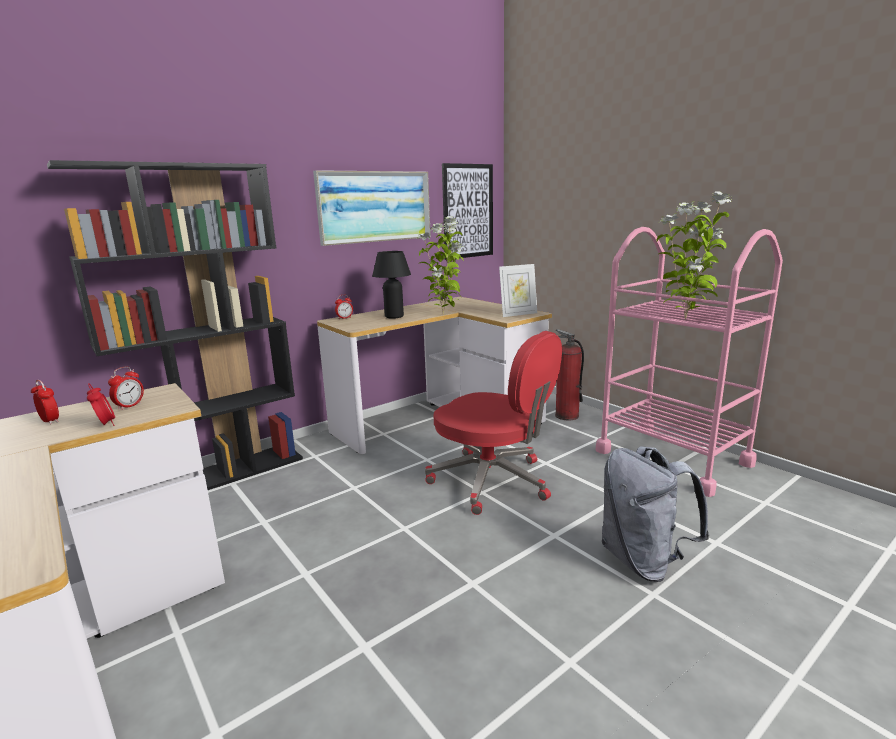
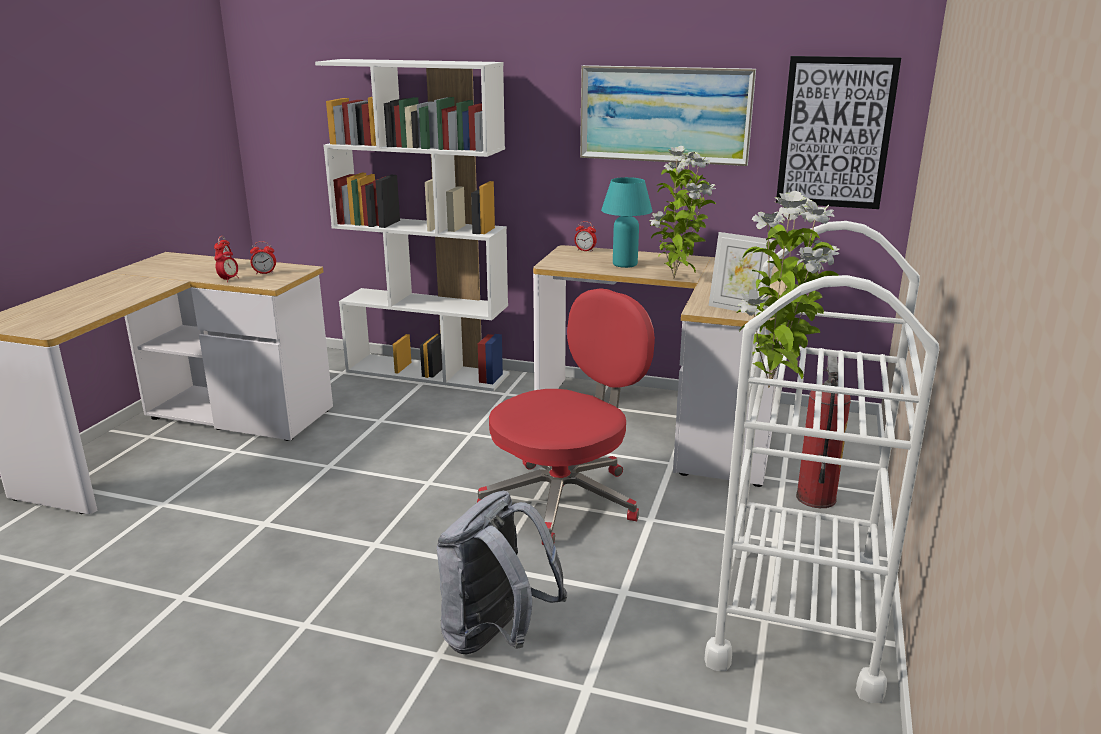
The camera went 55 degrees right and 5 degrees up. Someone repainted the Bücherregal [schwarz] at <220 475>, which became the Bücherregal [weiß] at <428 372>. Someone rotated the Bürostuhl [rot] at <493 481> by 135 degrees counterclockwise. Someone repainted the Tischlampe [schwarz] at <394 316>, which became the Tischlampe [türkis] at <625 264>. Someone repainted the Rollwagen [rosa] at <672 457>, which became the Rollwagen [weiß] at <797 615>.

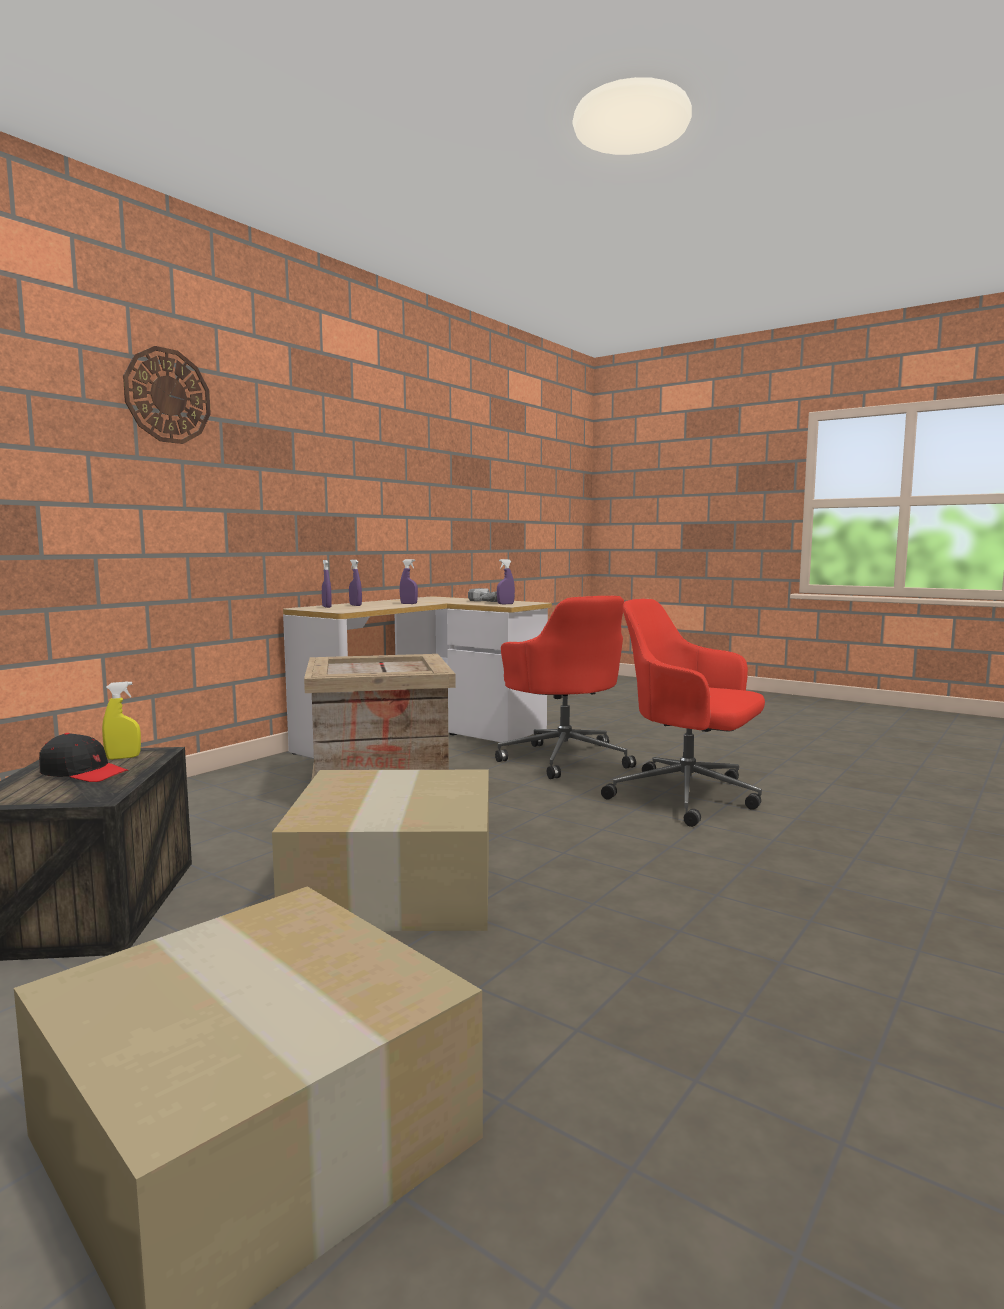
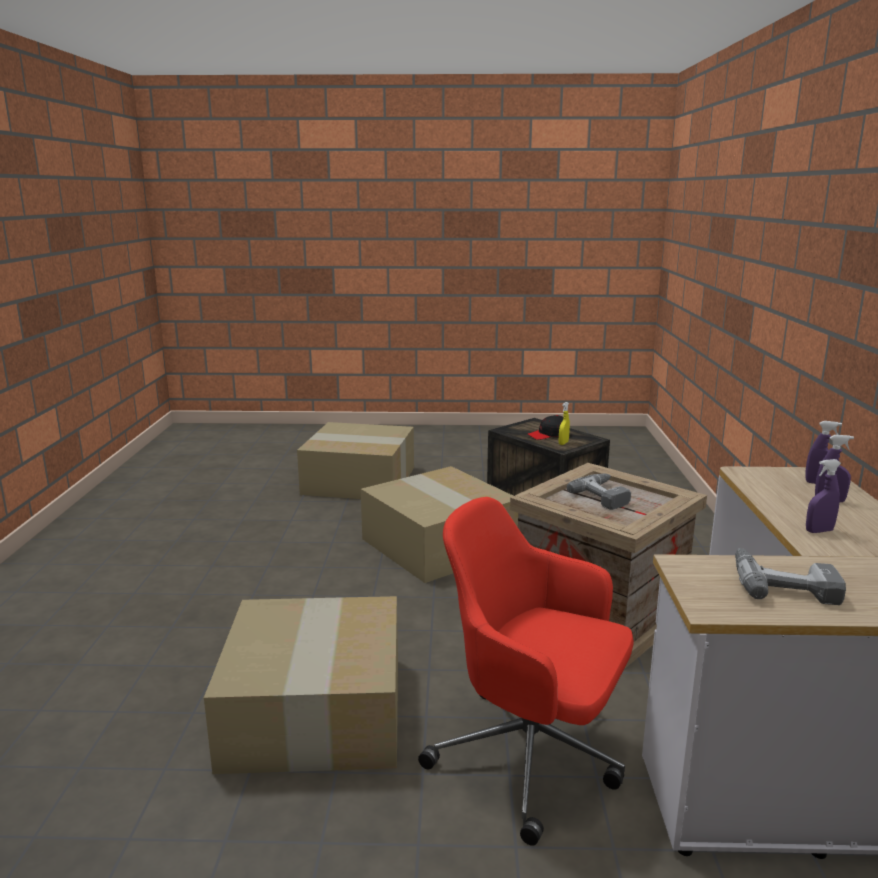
The camera went 145 degrees right and 10 degrees up. Someone swapped the Bürostuhl [rot] at <688 797> for the Karton at <317 713>. Someone put down the Bohrmaschine at <605 496>. Someone took away the Wanduhr at <167 396>. Someone took away the Sprühflasche [lila] at <505 604>.

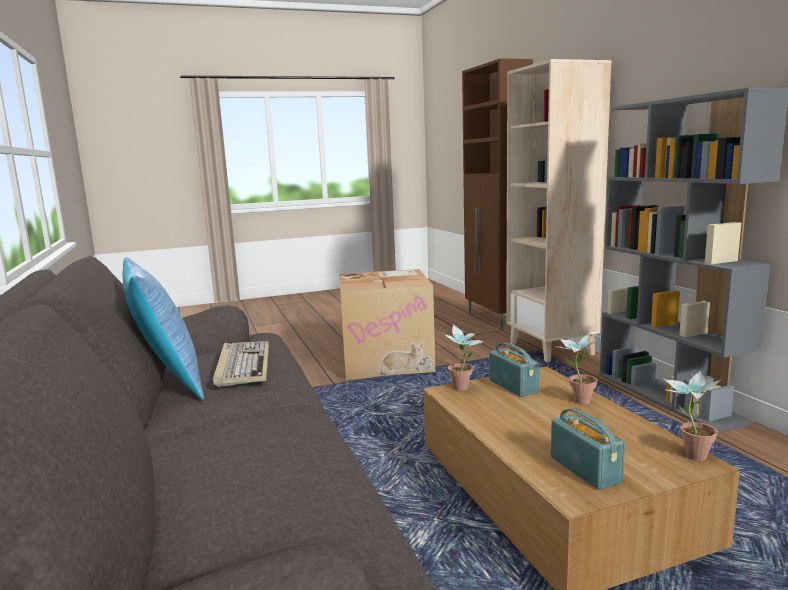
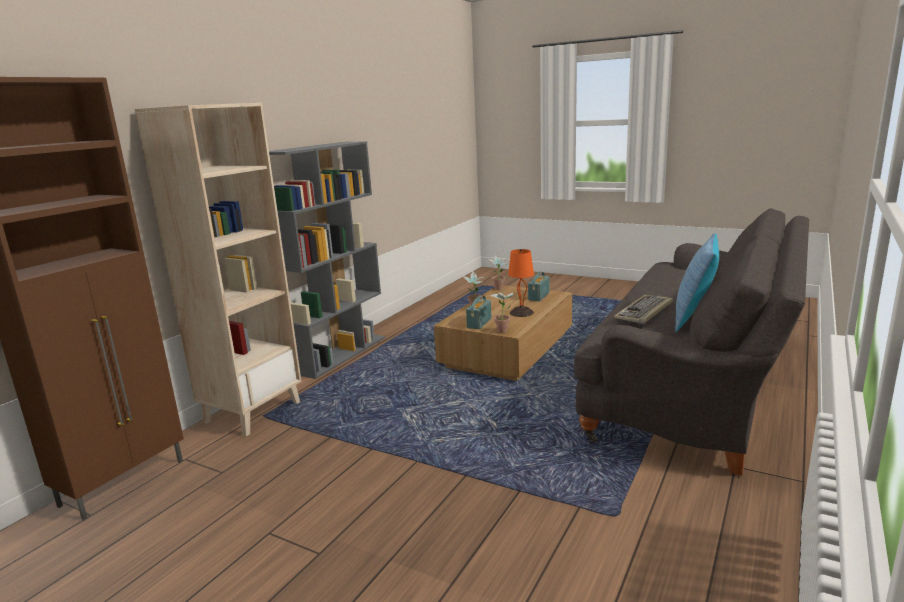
The camera went 130 degrees left and 5 degrees up. Someone put down the Tischlampe [orange] at <521 313>. Someone took away the Karton at <388 360>.

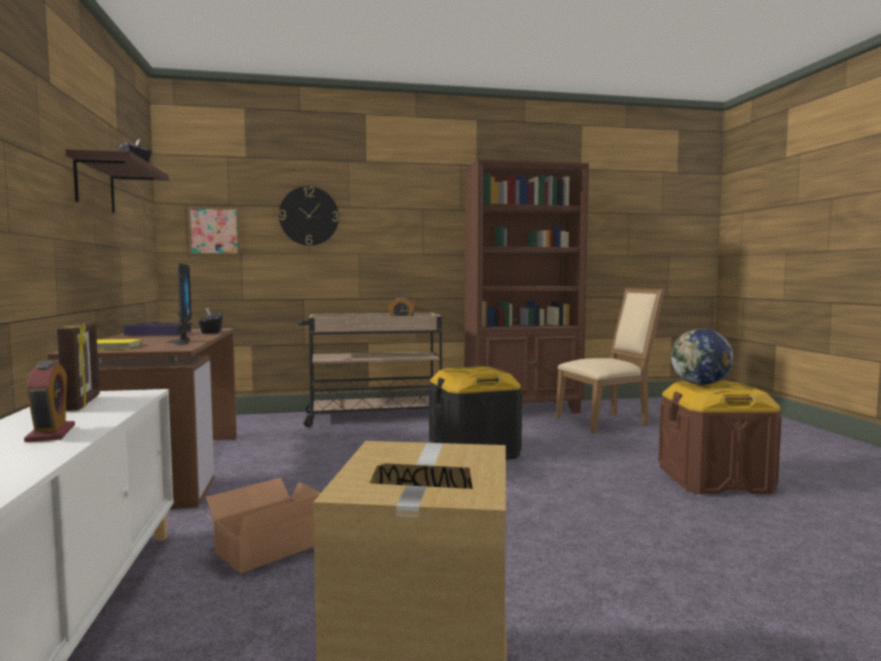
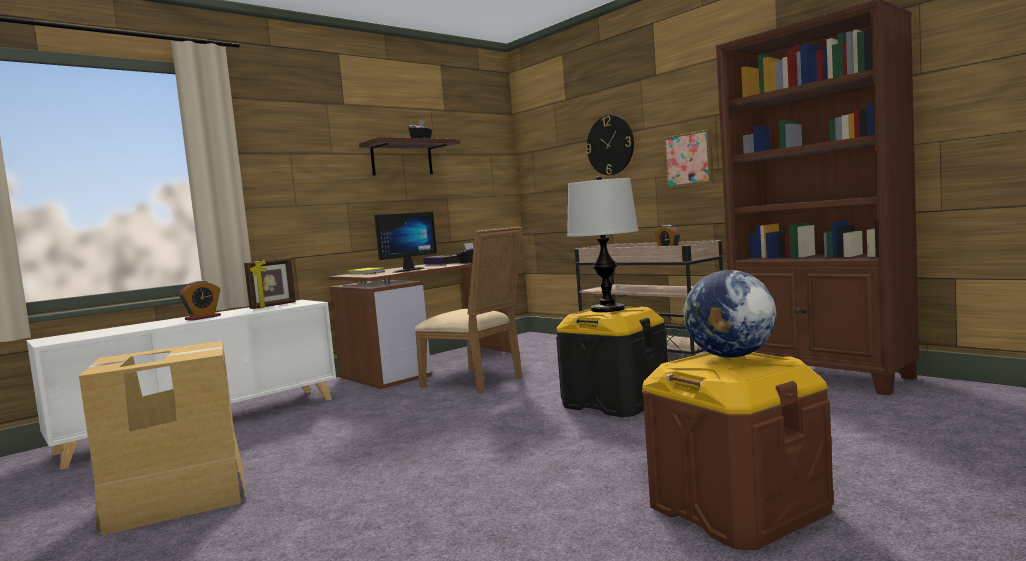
The camera went 60 degrees right and 0 degrees up. Someone carried the Stuhl [beige] from <607 422> to <477 382>. Someone put down the Tischlampe at <607 309>. Someone carried the Bild from <214 231> to <690 159>. Someone took away the Karton at <263 548>.

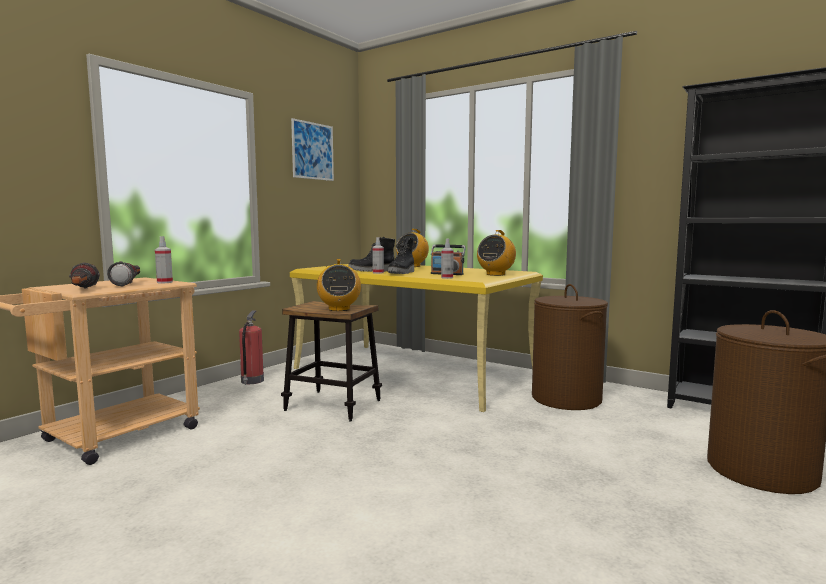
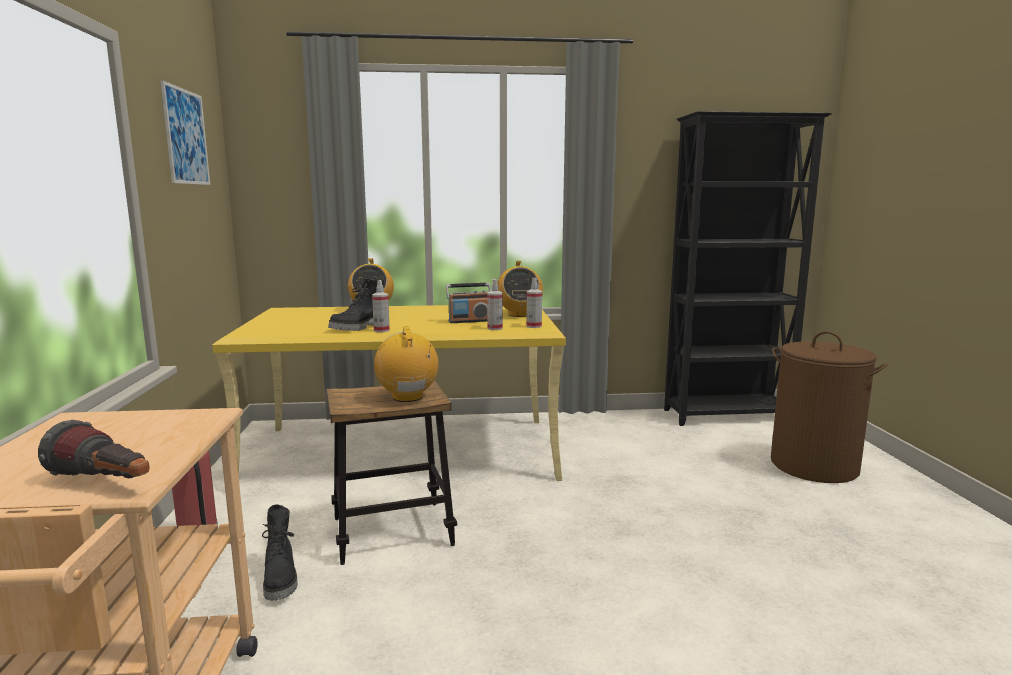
The camera went 40 degrees left and 5 degrees up. Someone carried the Stiefel [schwarz] from <402 273> to <281 579>. Someone rotated the Radio at <339 309> by 150 degrees counterclockwise. Someone carried the Sprühflasche from <164 282> to <534 326>. Someone took away the Taschenlampe at <129 284>. Someone took away the Wäschekorb [braun] at <566 398>.

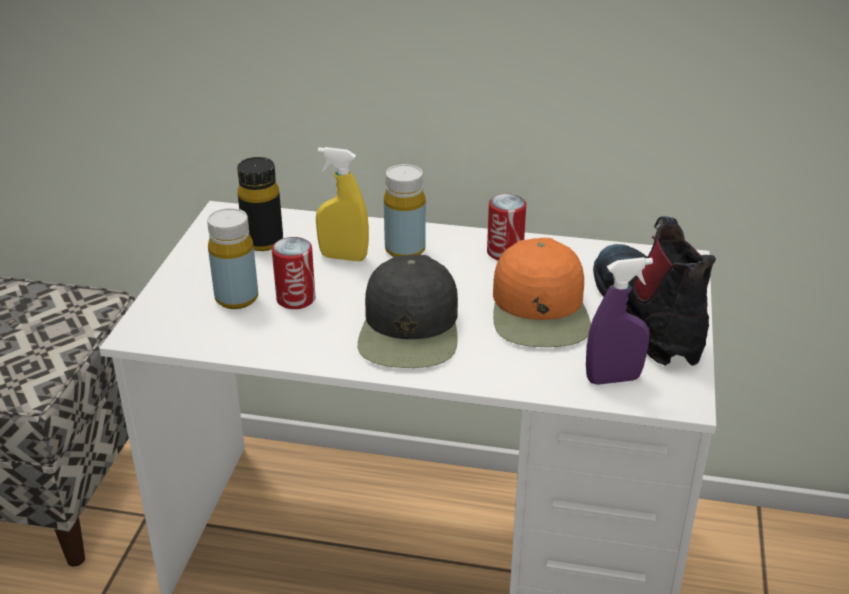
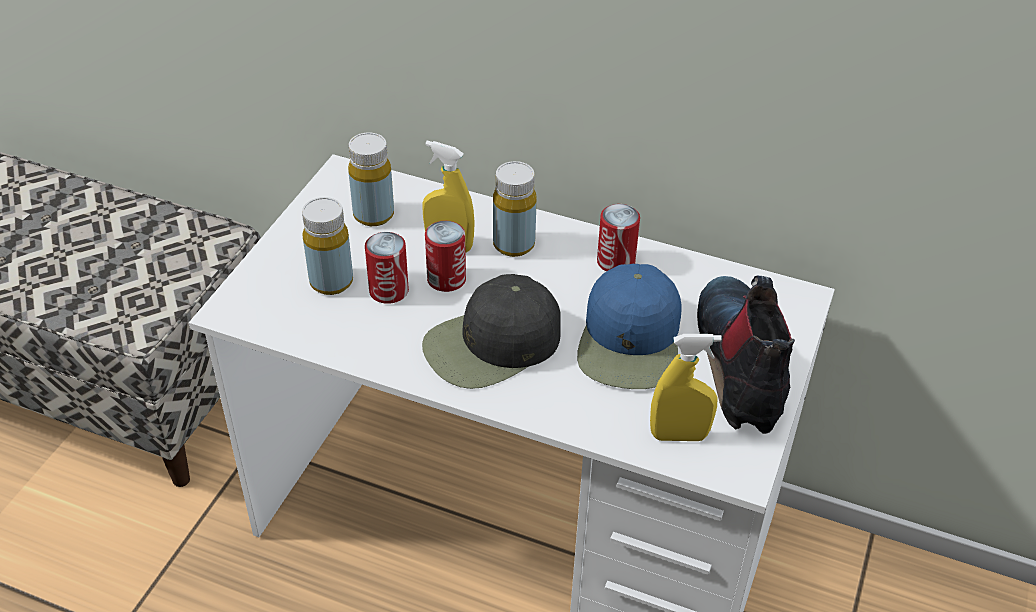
The camera went 10 degrees right and 10 degrees up. Someone repainted the Flasche [schwarz] at <263 242>, which became the Flasche [gelb] at <373 215>. Someone rotated the Kappe [schwarz] at <410 329> by 45 degrees clockwise. Someone put down the Dose at <446 279>. Someone repainted the Kappe [orange] at <540 310>, which became the Kappe [blau] at <630 341>. Someone repainted the Sprühflasche [lila] at <613 379>, which became the Sprühflasche [gelb] at <679 435>.

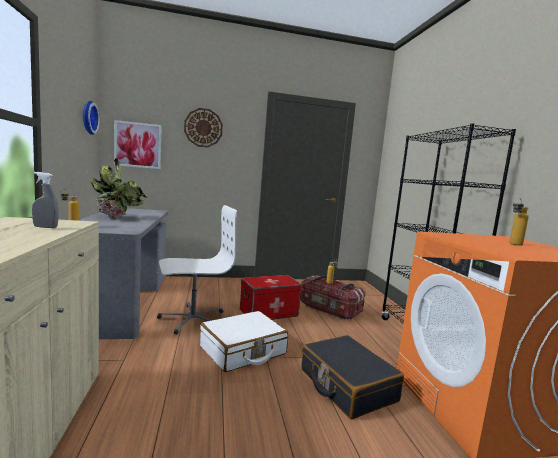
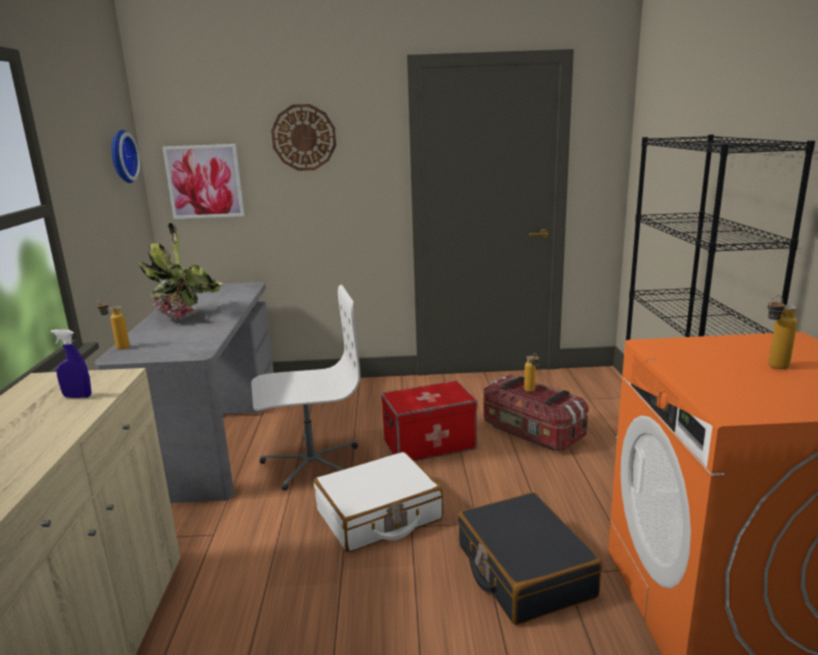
The camera went 10 degrees right and 10 degrees up. Someone repainted the Sprühflasche [grau] at <45 227>, which became the Sprühflasche [blau] at <77 396>.

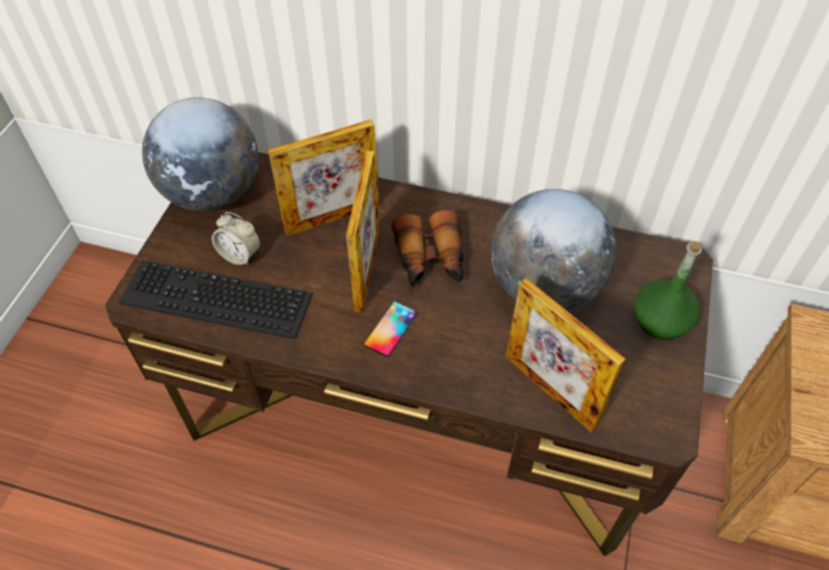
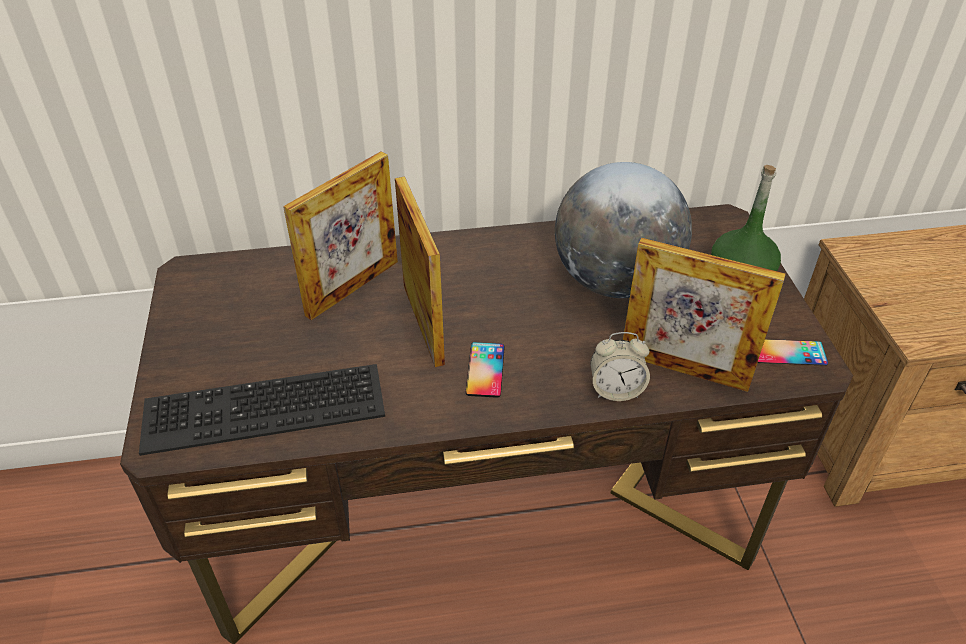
The camera went 25 degrees left and 10 degrees down. Someone carried the Wecker from <240 255> to <616 390>. Someone put down the Handy at <788 352>. Someone took away the Globus at <213 193>. Someone took away the Fernglas at <430 260>.

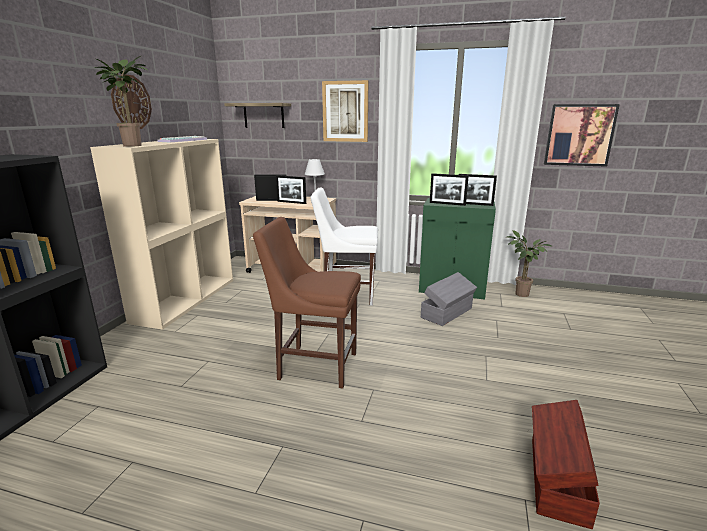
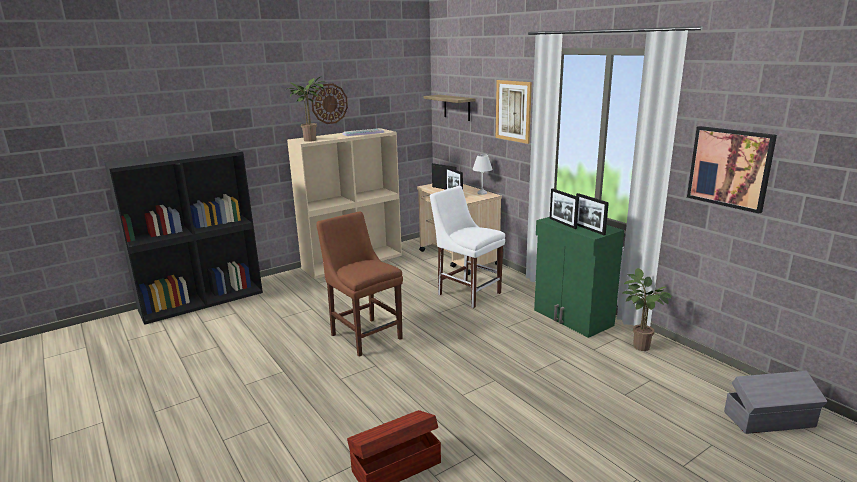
The camera went 40 degrees right and 0 degrees up. Someone carried the Aufbewahrungsbox [grau] from <447 313> to <770 420>.

